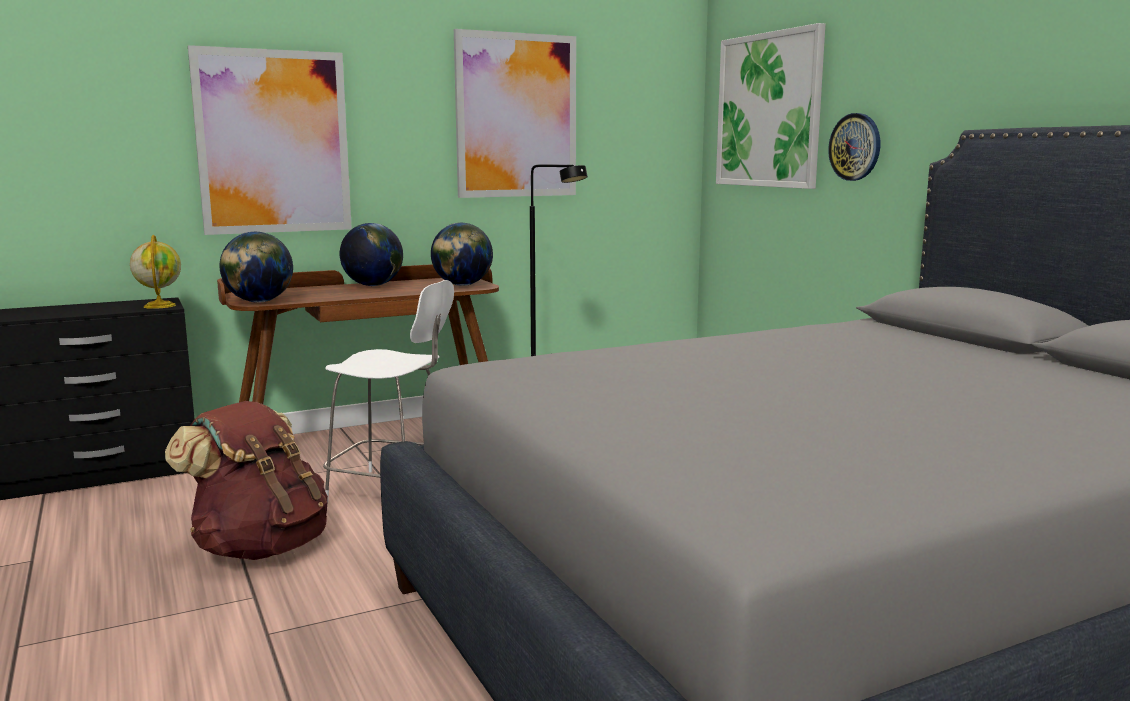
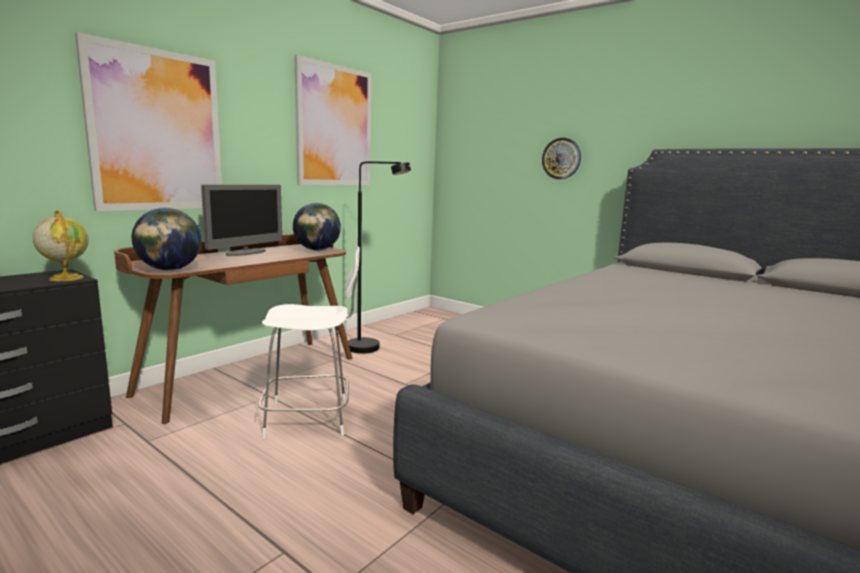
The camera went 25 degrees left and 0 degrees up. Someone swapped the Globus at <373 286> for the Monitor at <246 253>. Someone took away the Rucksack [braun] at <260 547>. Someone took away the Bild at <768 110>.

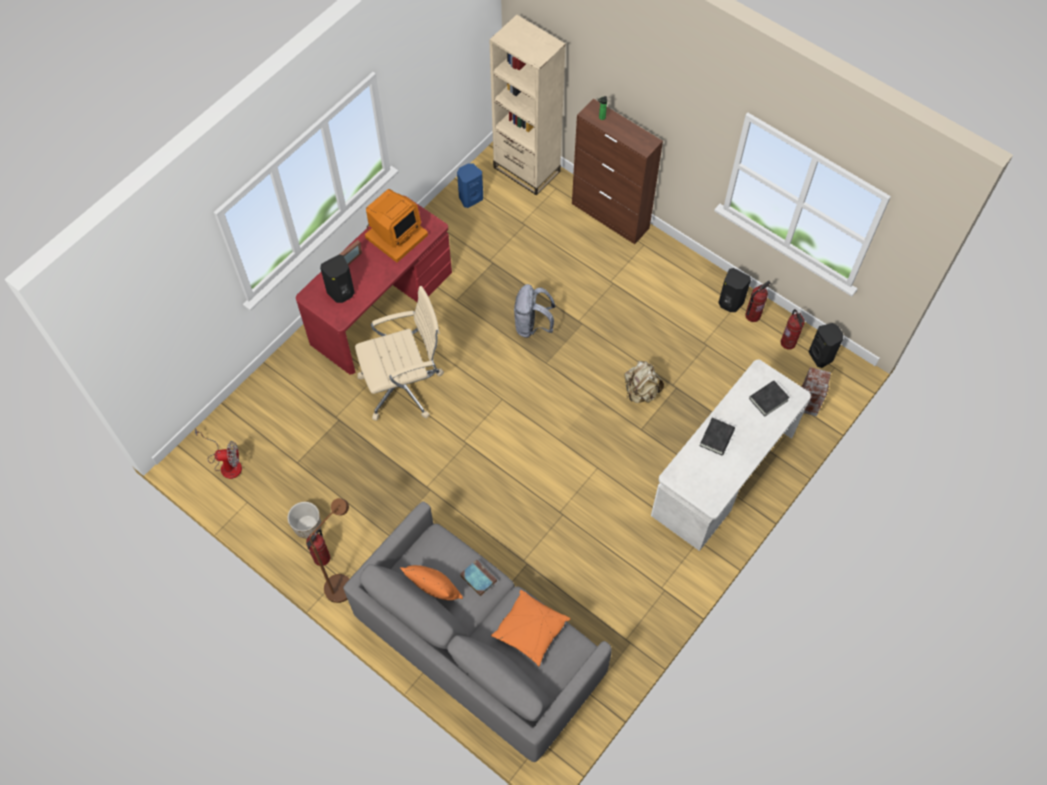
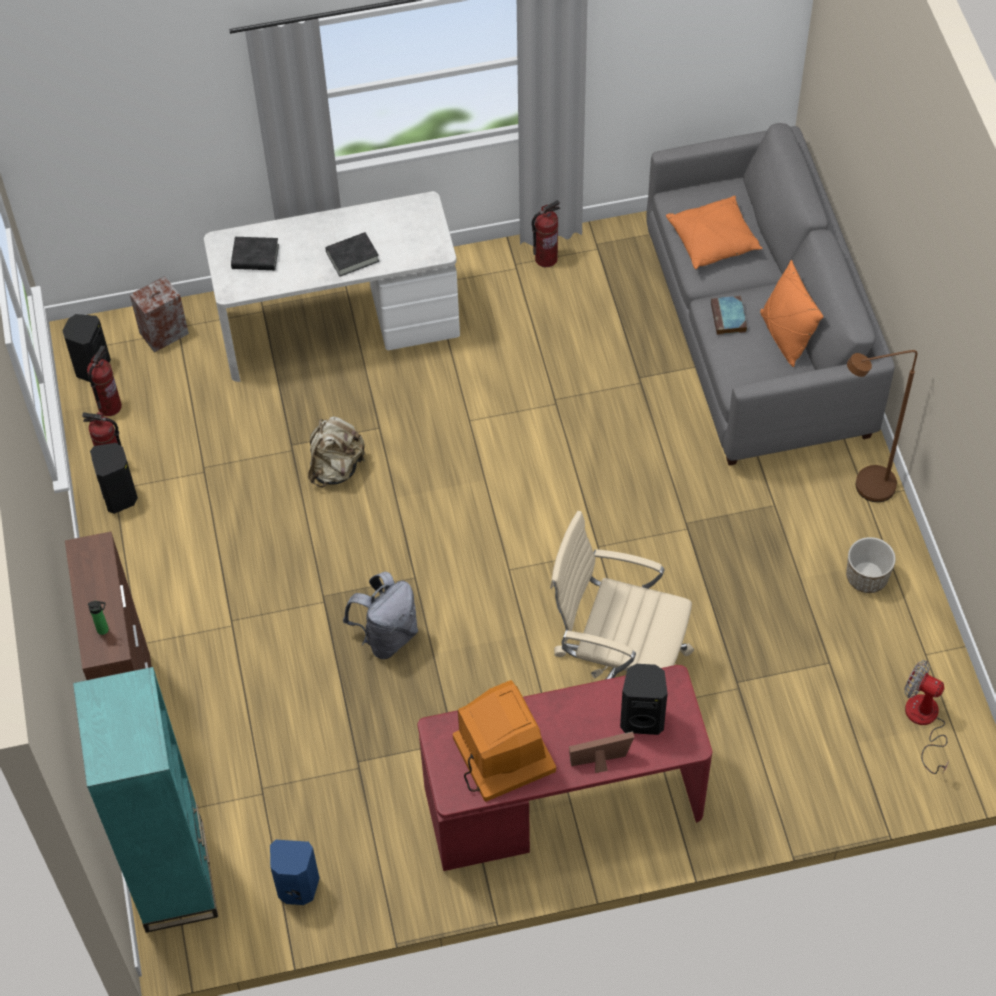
The camera went 140 degrees left and 5 degrees down. Someone repainted the Bücherregal [beige] at <526 169>, which became the Bücherregal [türkis] at <175 877>. Someone rotated the Monitor at <395 235> by 75 degrees clockwise. Someone carried the Feuerlöscher from <322 558> to <546 258>.

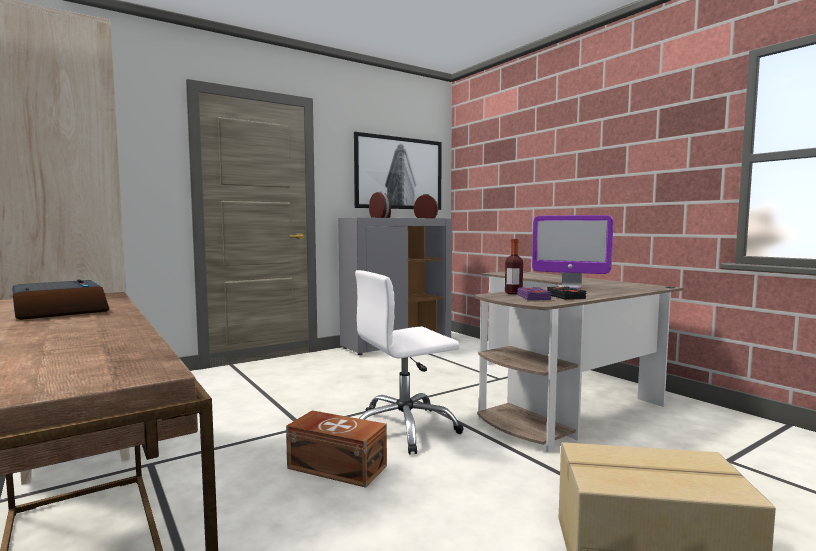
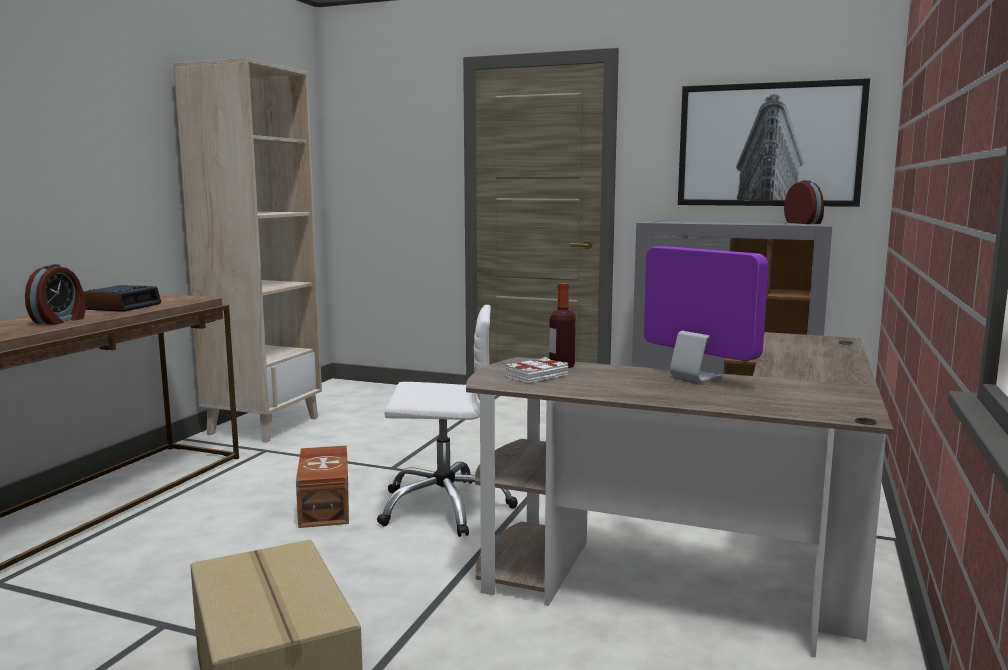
The camera went 55 degrees right and 5 degrees up. Someone carried the Wecker from <380 217> to <60 321>. Someone rotated the Bürostuhl [weiß] at <404 429> by 150 degrees clockwise. Someone repainted the Buch [lila] at <534 297>, which became the Buch [weiß] at <537 376>. Someone rotated the Monitor at <570 287> by 150 degrees clockwise. Someone took away the Buch [schwarz] at <566 297>.

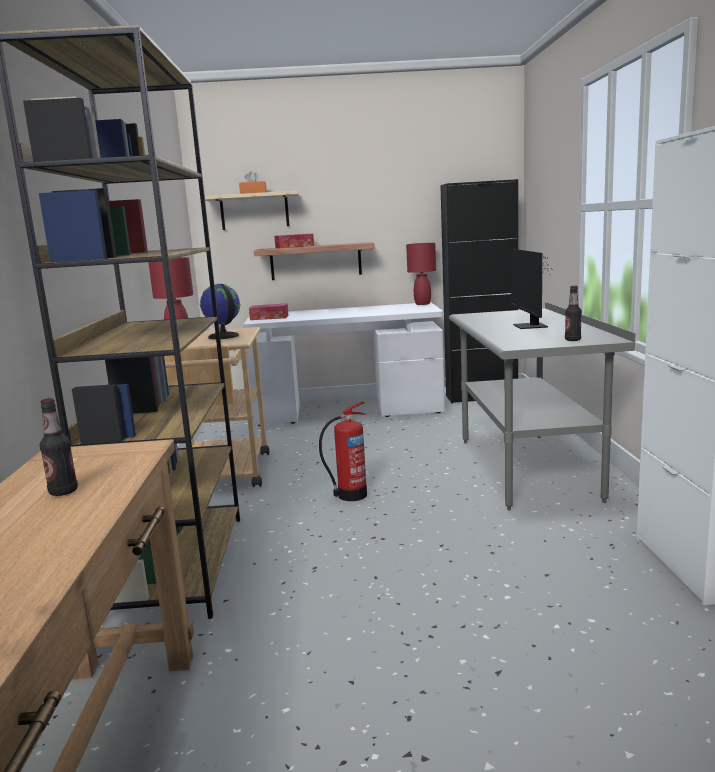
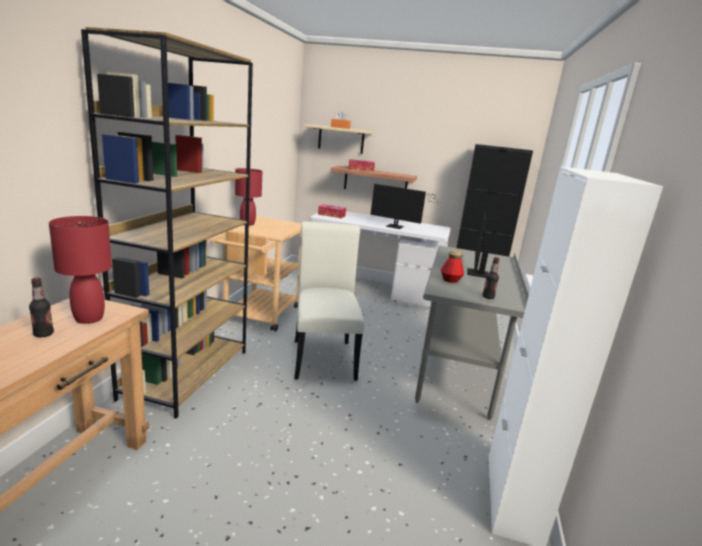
The camera went 15 degrees right and 5 degrees up. Someone carried the Tischlampe [rot] from <423 304> to <89 319>. Someone swapped the Feuerlöscher at <350 495> for the Stuhl [weiß] at <323 356>. Someone put down the Monitor at <397 227>. Someone put down the Flasche at <450 280>. Someone took away the Globus at <223 336>.

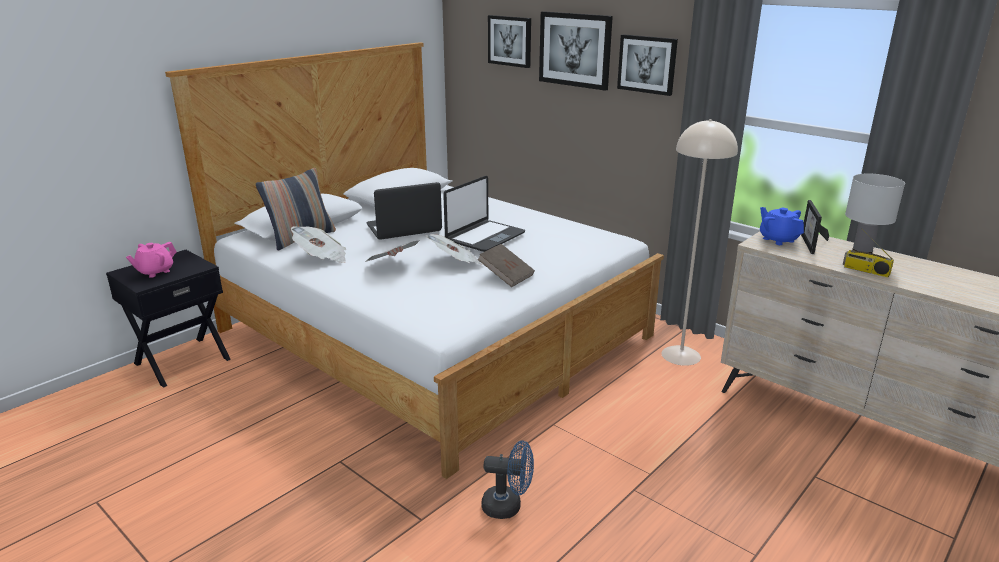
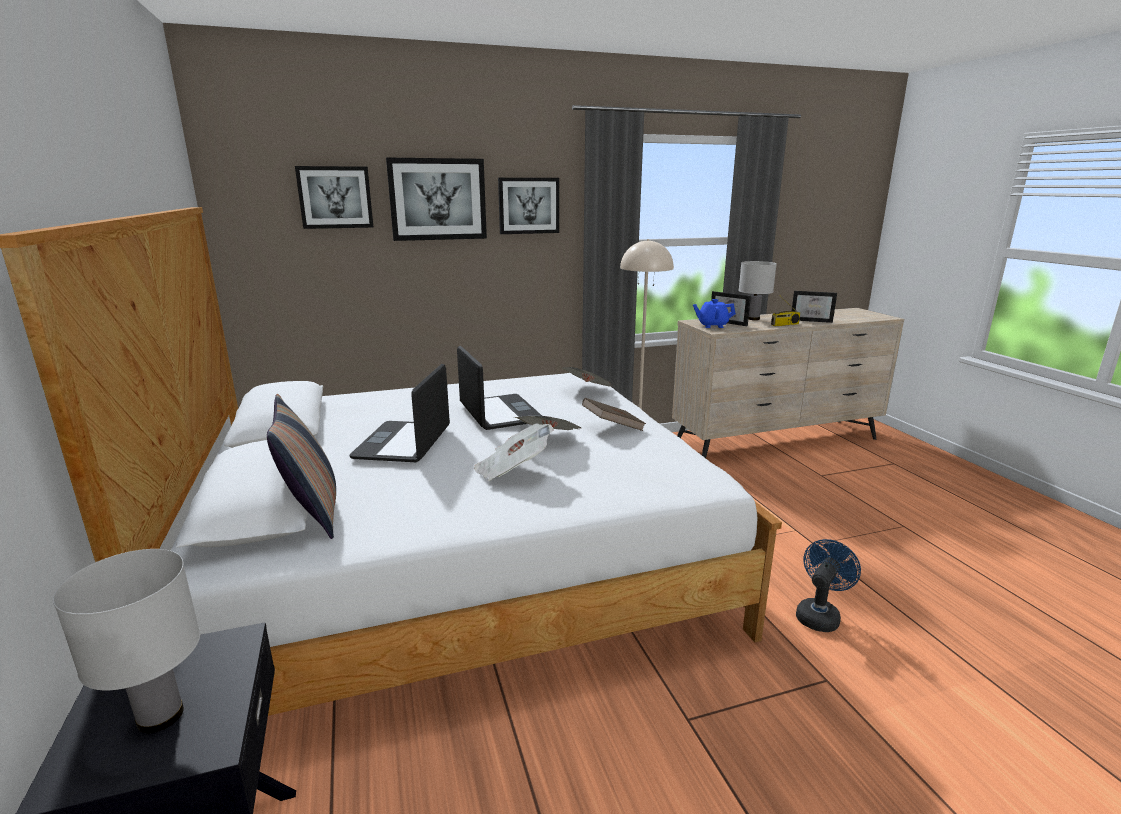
The camera went 60 degrees left and 5 degrees down. Someone swapped the Teekanne [rosa] at <155 272> for the Tischlampe [weiß] at <159 716>. Someone carried the Zeitung from <322 258> to <589 391>. Someone put down the Bilderrahmen at <811 320>.

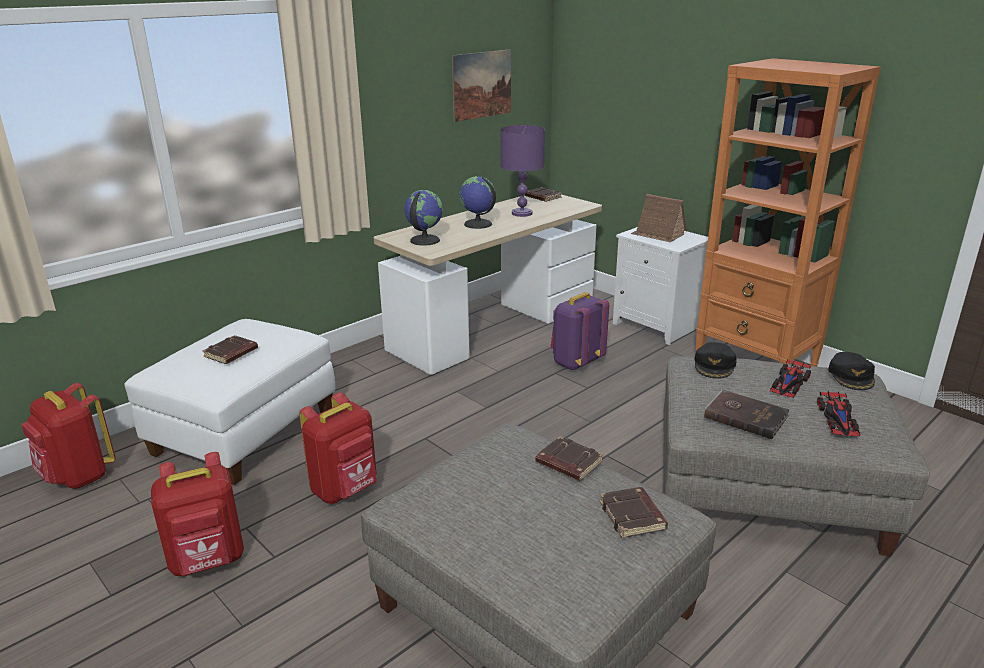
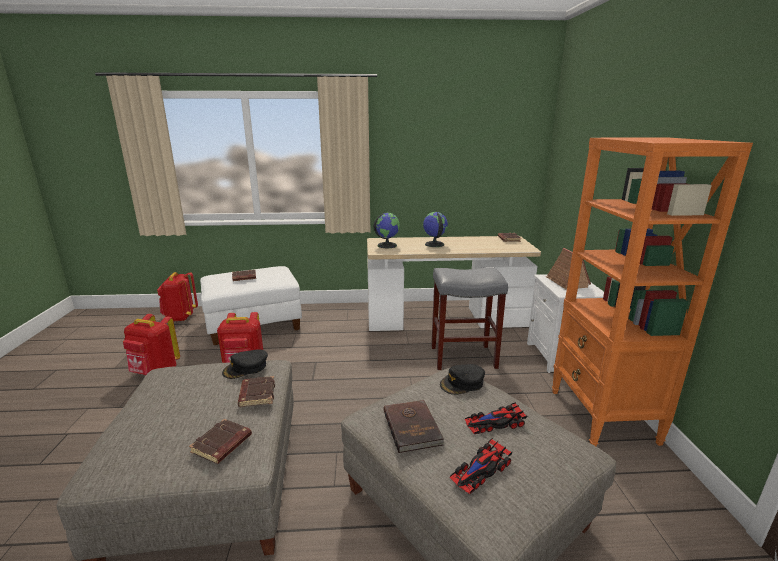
The camera went 40 degrees right and 5 degrees down. Someone carried the Kappe [schwarz] from <851 376> to <246 368>. Someone swapped the Rucksack [lila] at <576 362> for the Hocker [grau] at <462 357>. Someone took away the Bild at <482 85>. Someone took away the Tischlampe [lila] at <521 213>.

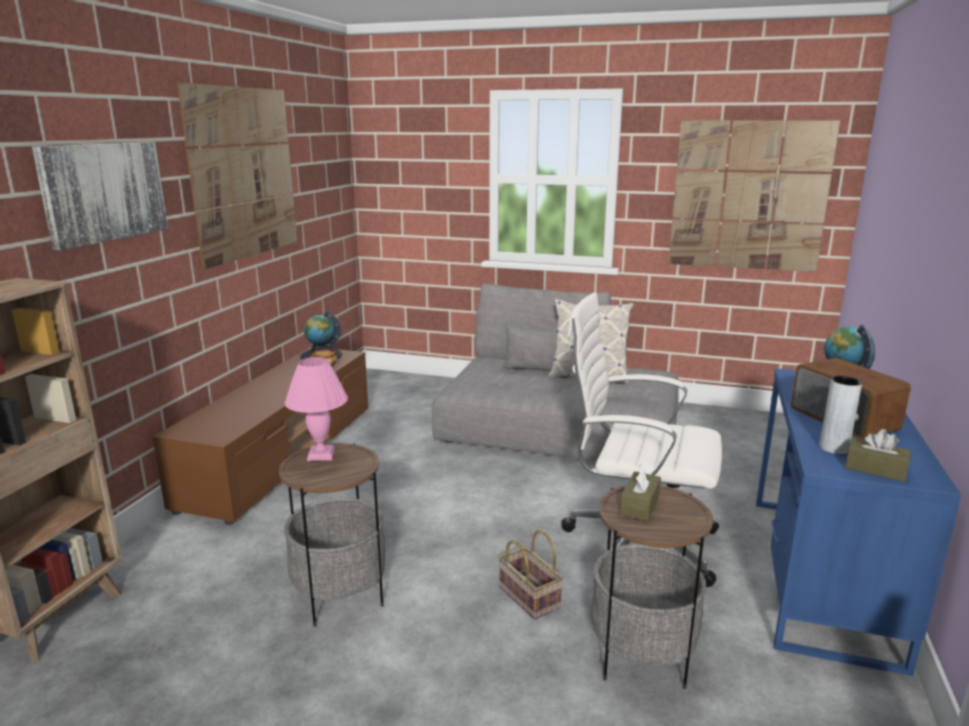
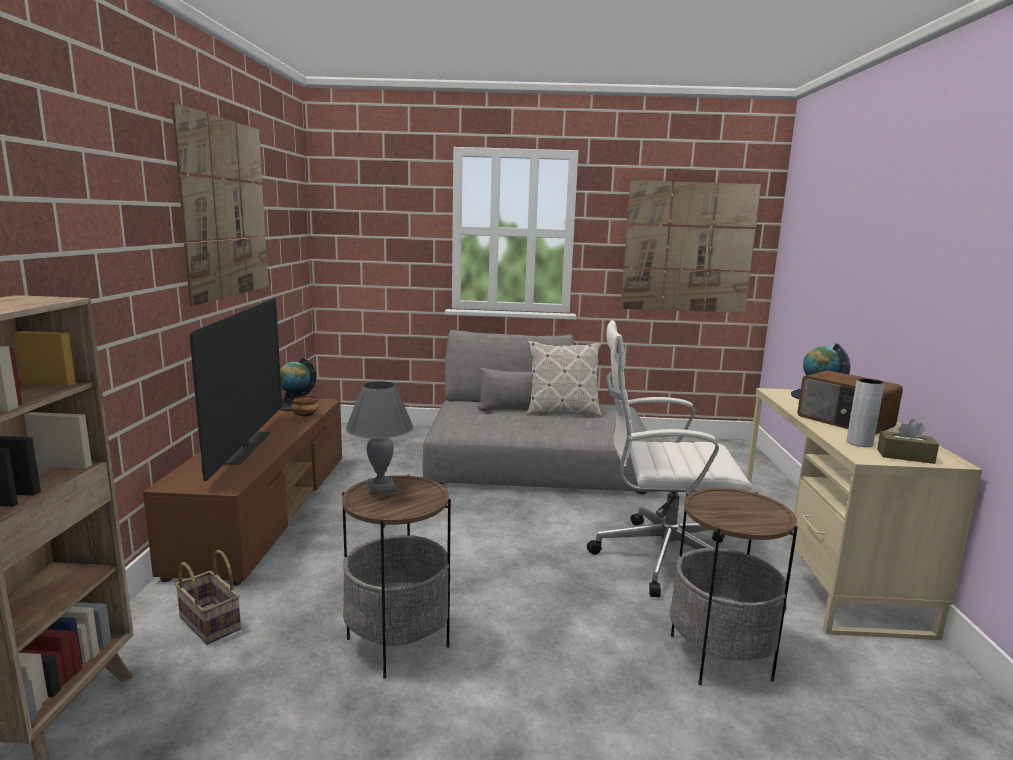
The camera went 15 degrees left and 5 degrees down. Someone carried the Korb from <527 597> to <207 623>. Someone put down the Fernseher at <247 448>. Someone repainted the Tischlampe [rosa] at <322 454>, which became the Tischlampe [grau] at <381 487>. Someone repainted the Schreibtisch [blau] at <819 574>, which became the Schreibtisch [beige] at <823 566>. Someone took away the Bild at <103 192>. Someone took away the Taschentuchbox [braun] at <639 505>.

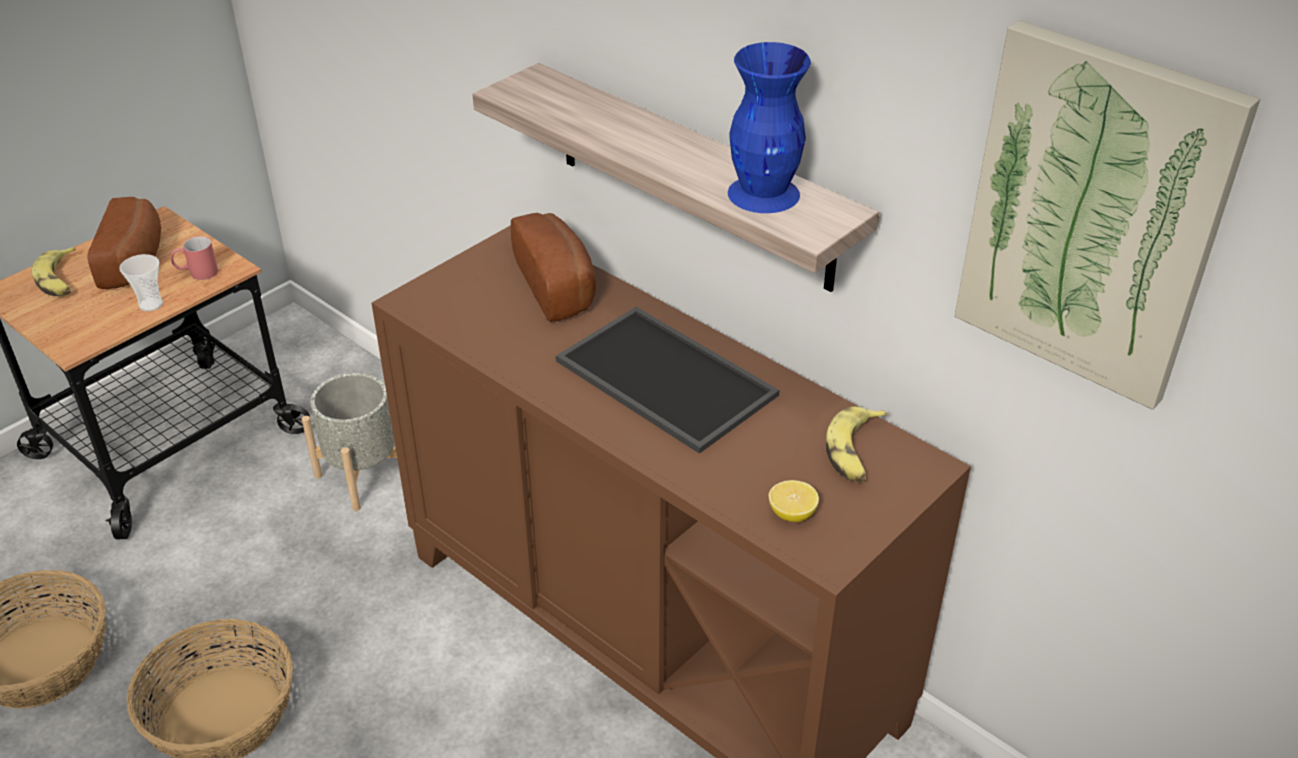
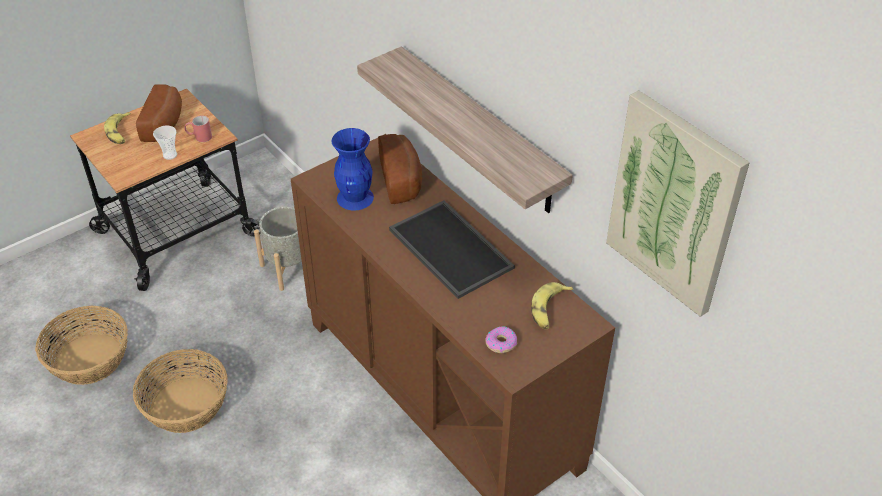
The camera went 10 degrees right and 5 degrees up. Someone carried the Vase [blau] from <764 194> to <355 198>. Someone swapped the Zitrone at <792 514> for the Donut at <501 343>.

